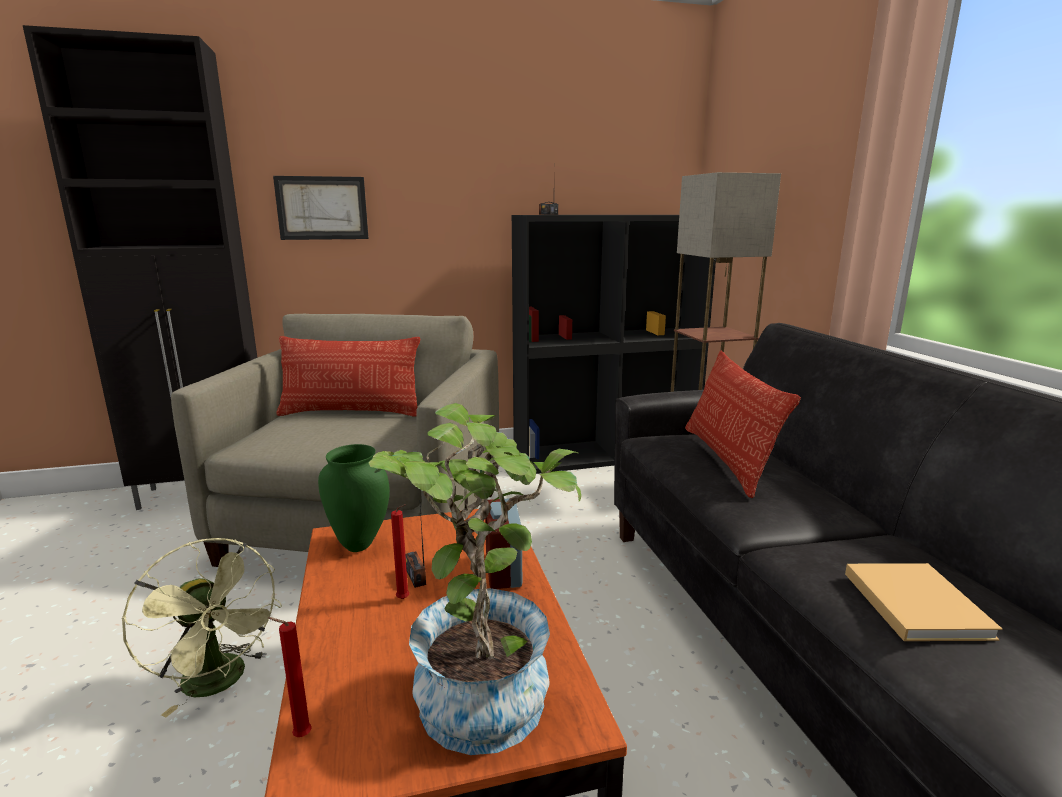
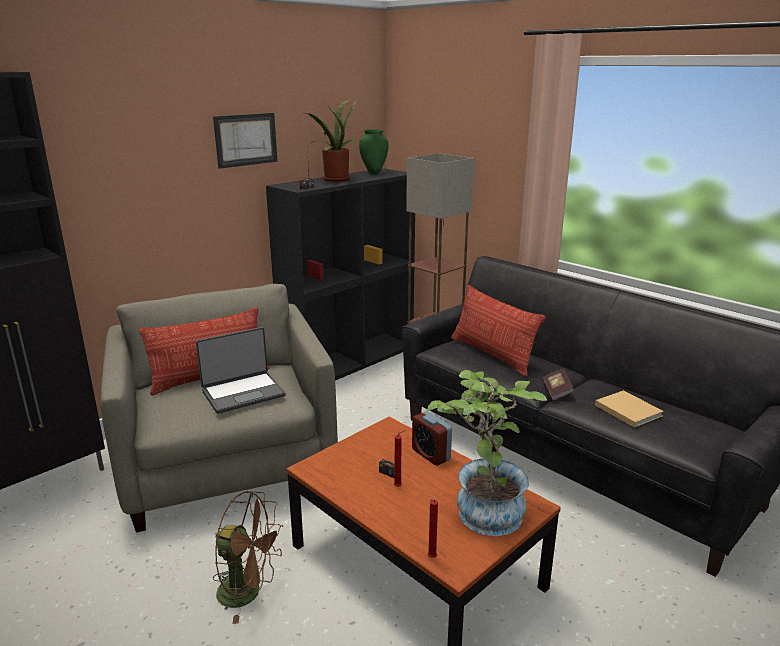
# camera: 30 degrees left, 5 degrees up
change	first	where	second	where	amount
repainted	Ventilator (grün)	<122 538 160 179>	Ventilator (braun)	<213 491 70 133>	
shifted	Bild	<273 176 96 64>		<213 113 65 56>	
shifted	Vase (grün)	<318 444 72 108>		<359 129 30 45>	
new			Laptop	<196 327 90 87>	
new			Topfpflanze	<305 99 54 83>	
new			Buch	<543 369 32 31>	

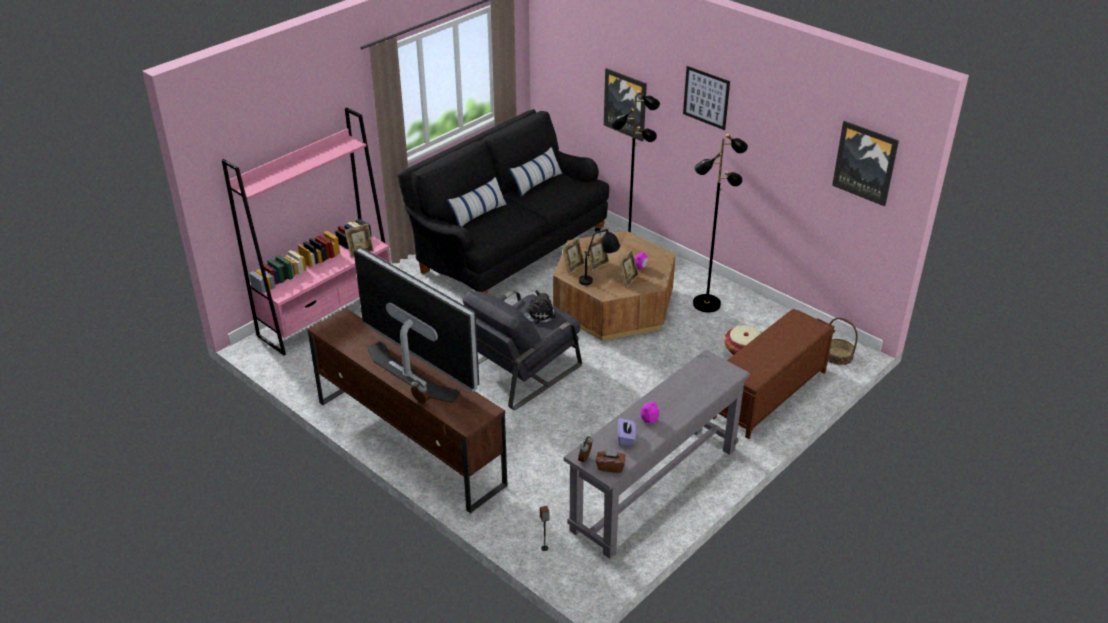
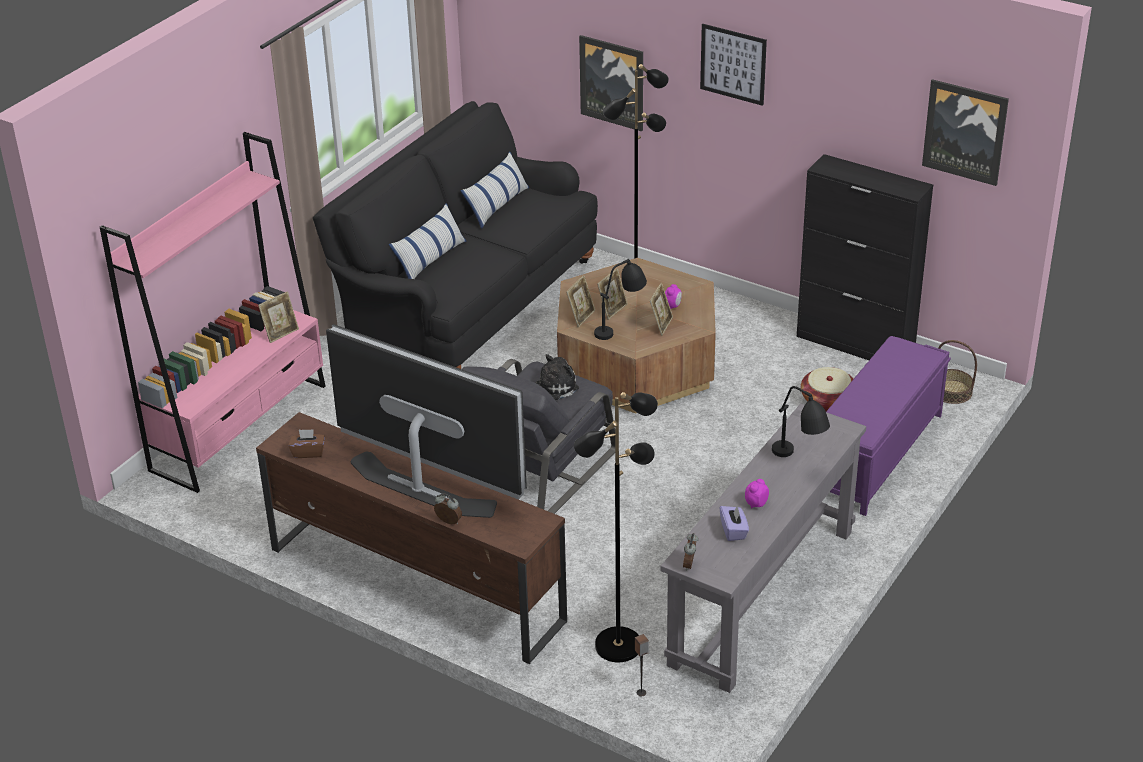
# camera: 10 degrees left, 0 degrees up
change	first	where	second	where	amount
shifted	Taschentuchbox (braun)	<596 448 30 25>		<289 429 36 29>	
shifted	Stehlampe (schwarz)	<693 134 55 178>		<574 392 84 270>	
repainted	Bank (braun)	<713 309 122 130>	Bank (lila)	<826 336 125 180>	
new			Tischlampe (schwarz)	<772 386 58 71>	
new			Schrank (schwarz)	<797 154 136 206>	

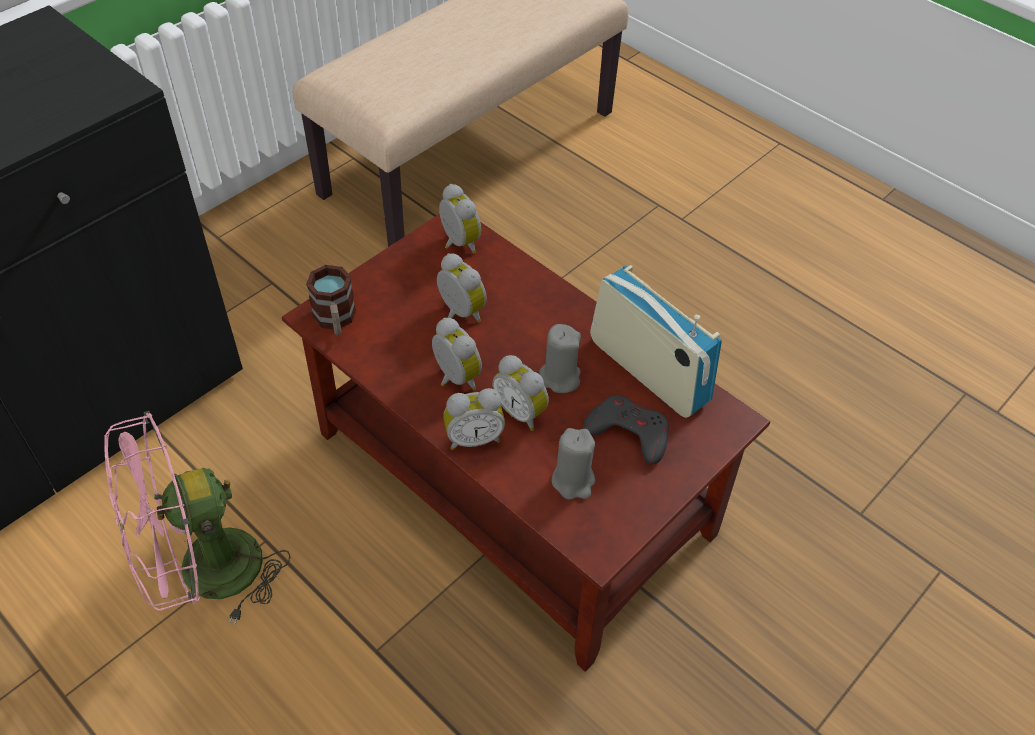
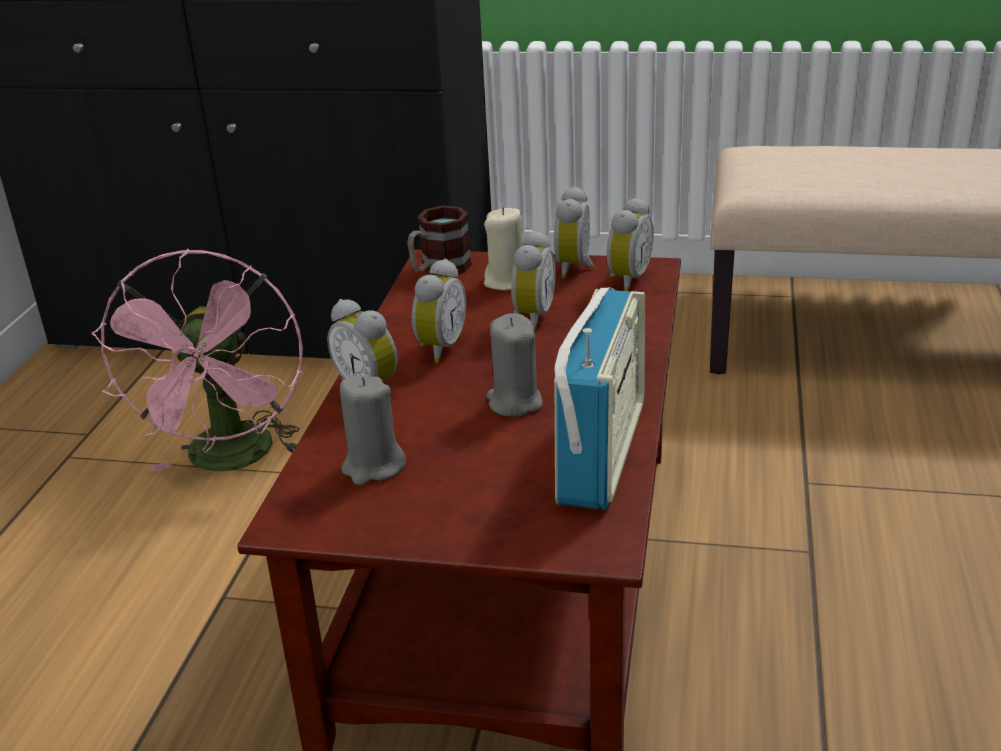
# camera: 60 degrees right, 20 degrees down
change	first	where	second	where	amount
rotated	Ventilator (rosa)	<104 411 187 214>		<92 249 211 223>	120 degrees counterclockwise
shifted	Wecker	<492 355 57 76>		<554 186 41 92>	
gone	Gamepad (grau)	<583 395 86 70>			
new			Kerze (beige)	<484 207 39 83>	

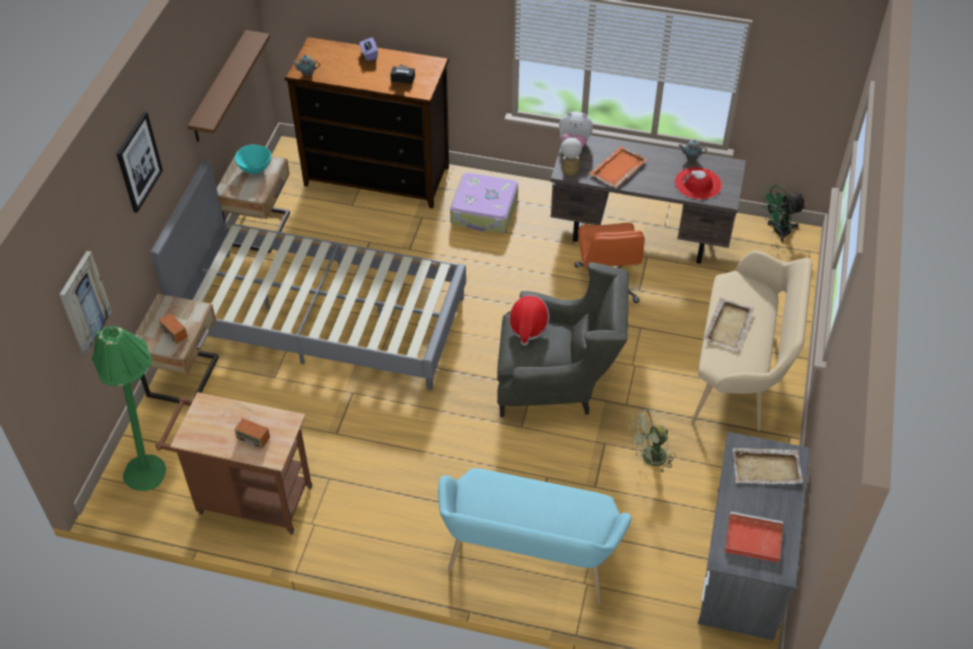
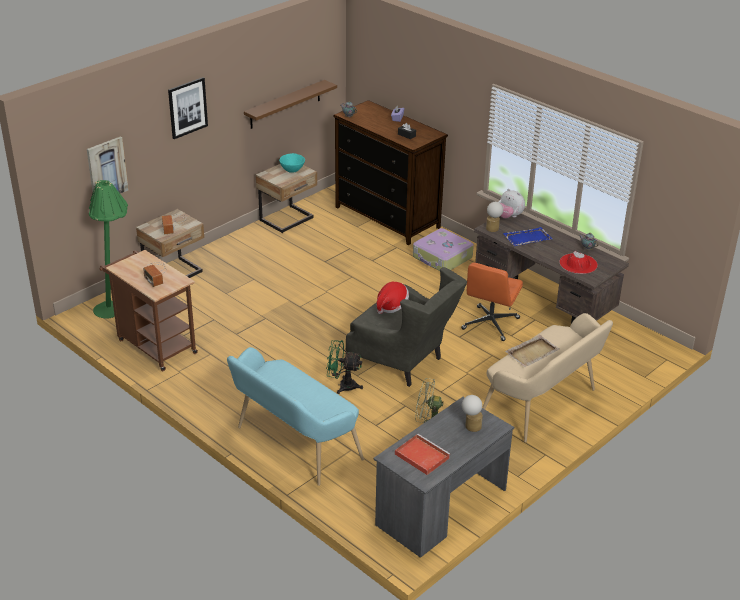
# camera: 30 degrees right, 15 degrees down
change	first	where	second	where	amount
gone	Bett (grau)	<150 161 316 229>			
repainted	Tablett (orange)	<589 146 58 42>	Tablett (blau)	<503 227 49 19>	
swapped	Tablett (beige)	<732 448 71 36>	Tischlampe	<462 395 21 37>	
shifted	Ventilator (grün)	<761 185 45 57>		<326 340 37 54>	

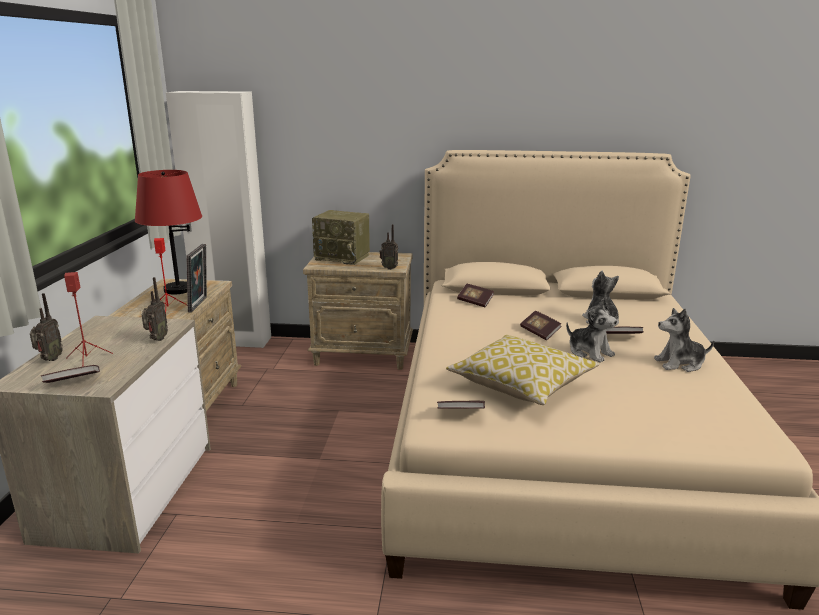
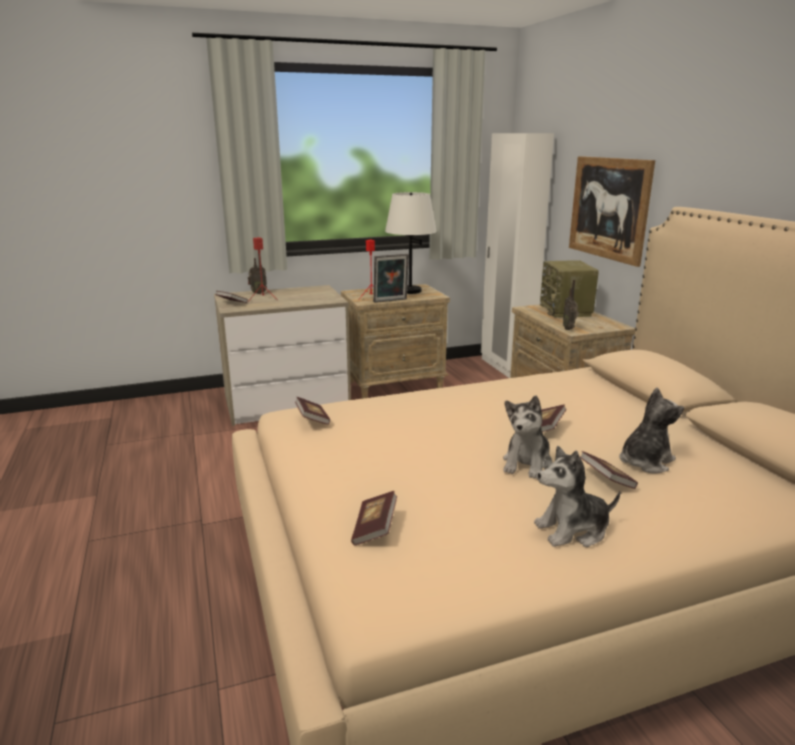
# camera: 65 degrees right, 0 degrees up
change	first	where	second	where	amount
repainted	Tischlampe (rot)	<135 170 67 125>	Tischlampe (weiß)	<385 192 52 102>	
gone	Radio	<142 277 26 64>			
gone	Kissen	<446 335 154 70>			
shifted	Buch	<457 284 37 23>		<351 491 46 54>	
rotated	Plüschtier	<654 308 60 64>		<534 446 86 101>	75 degrees counterclockwise
new			Bild	<569 156 86 111>	

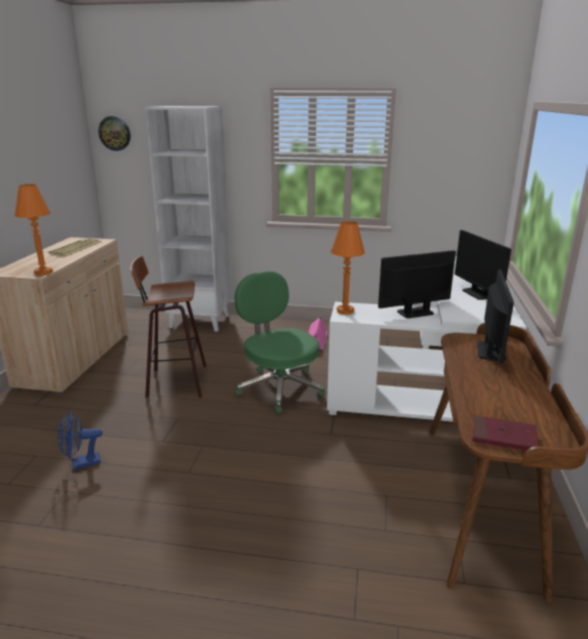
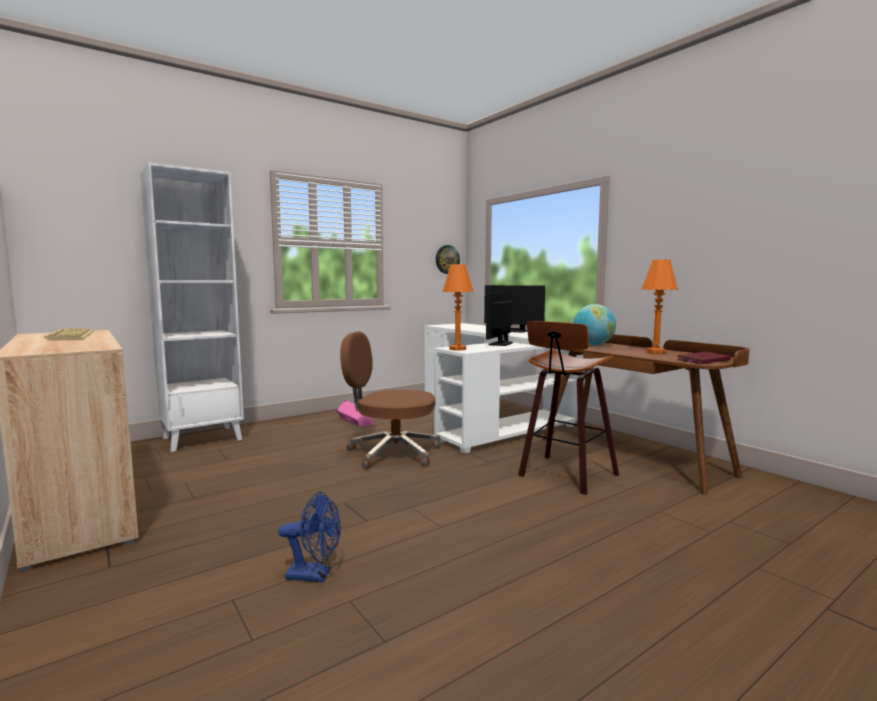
# camera: 45 degrees left, 15 degrees down
change	first	where	second	where	amount
shifted	Tischlampe (orange)	<15 184 38 91>		<642 259 37 95>	
rotated	Ventilator (blau)	<57 412 46 58>		<278 492 62 90>	105 degrees counterclockwise
shifted	Wanduhr	<98 116 32 35>		<436 245 24 29>	
shifted	Hocker	<130 256 76 142>		<518 321 101 174>	
repainted	Bürostuhl (grün)	<235 271 90 142>	Bürostuhl (braun)	<340 331 101 138>	
swapped	Monitor	<477 270 37 93>	Globus	<573 304 43 41>	

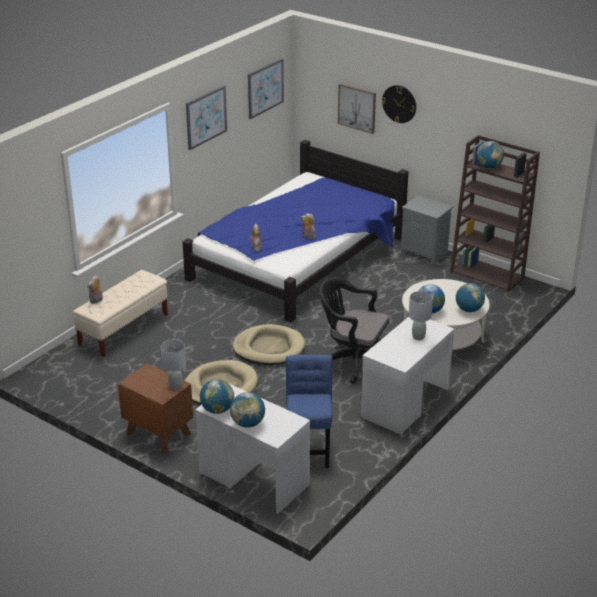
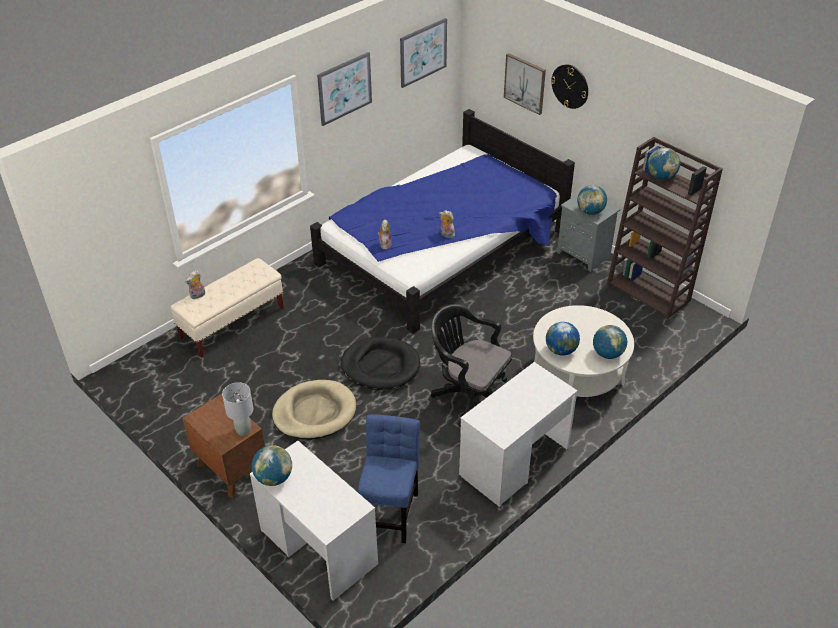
# camera: 10 degrees right, 10 degrees up
change	first	where	second	where	amount
shifted	Globus	<230 392 35 36>		<577 185 30 30>	
repainted	Hundebett (beige)	<233 324 72 41>	Hundebett (schwarz)	<340 336 80 54>	
gone	Tischlampe (grau)	<409 291 24 49>			

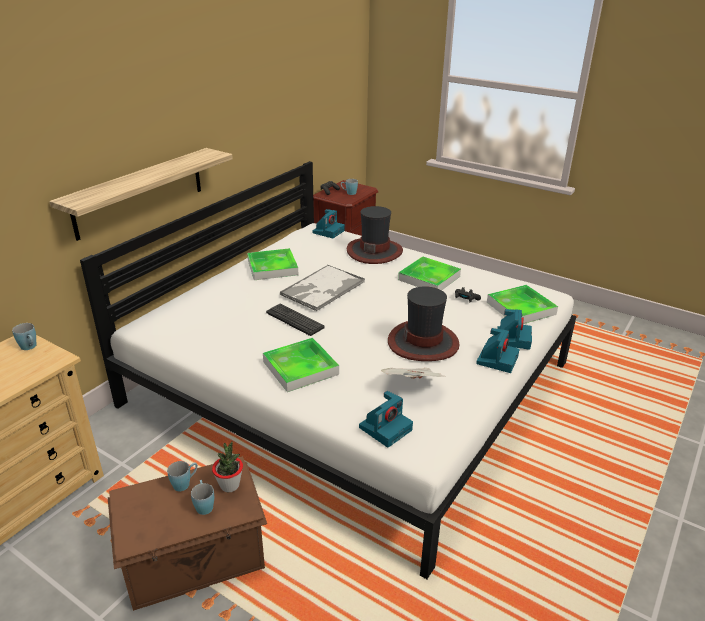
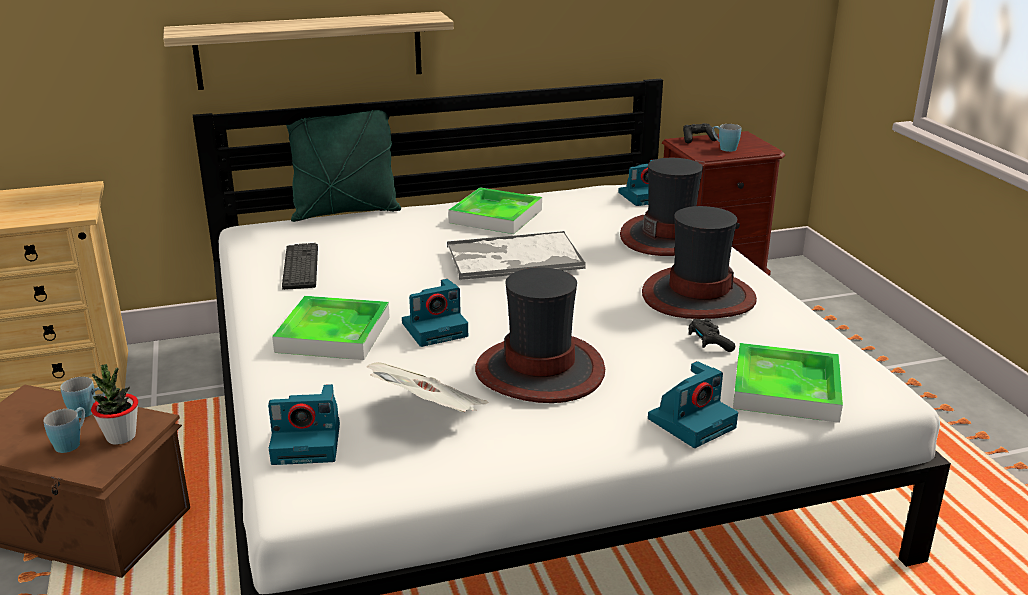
# camera: 40 degrees right, 5 degrees down
change	first	where	second	where	amount
gone	Henkelbecher (blau)	<12 323 24 27>			
shifted	Tastatur	<266 303 59 33>		<282 243 36 47>	
swapped	Tablett	<398 257 63 33>	Hut	<642 206 115 113>	
shifted	Kamera	<476 328 44 45>		<402 279 66 68>	
new			Kissen (grün)	<286 110 115 112>	

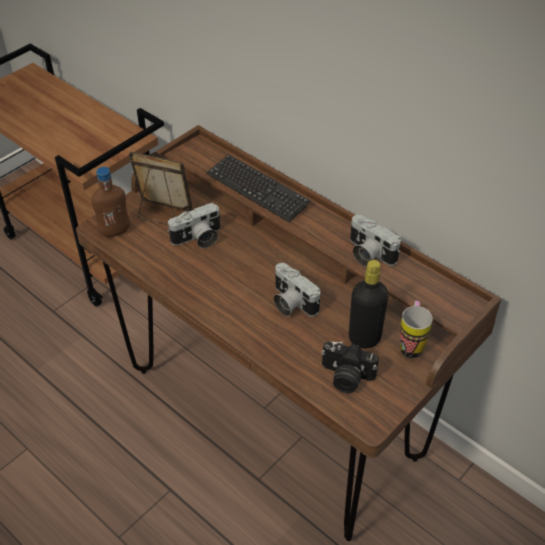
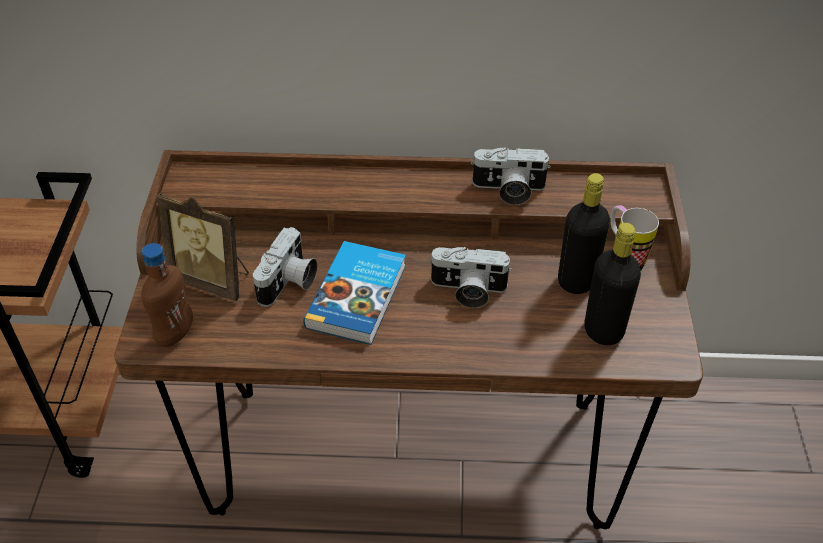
# camera: 40 degrees left, 0 degrees up
change	first	where	second	where	amount
rotated	Bilderrahmen	<129 151 64 74>		<157 193 92 108>	135 degrees counterclockwise
gone	Tastatur	<206 154 105 68>			
swapped	Kamera	<321 341 58 52>	Flasche (schwarz)	<585 222 56 123>	
new			Buch	<303 241 103 104>	

